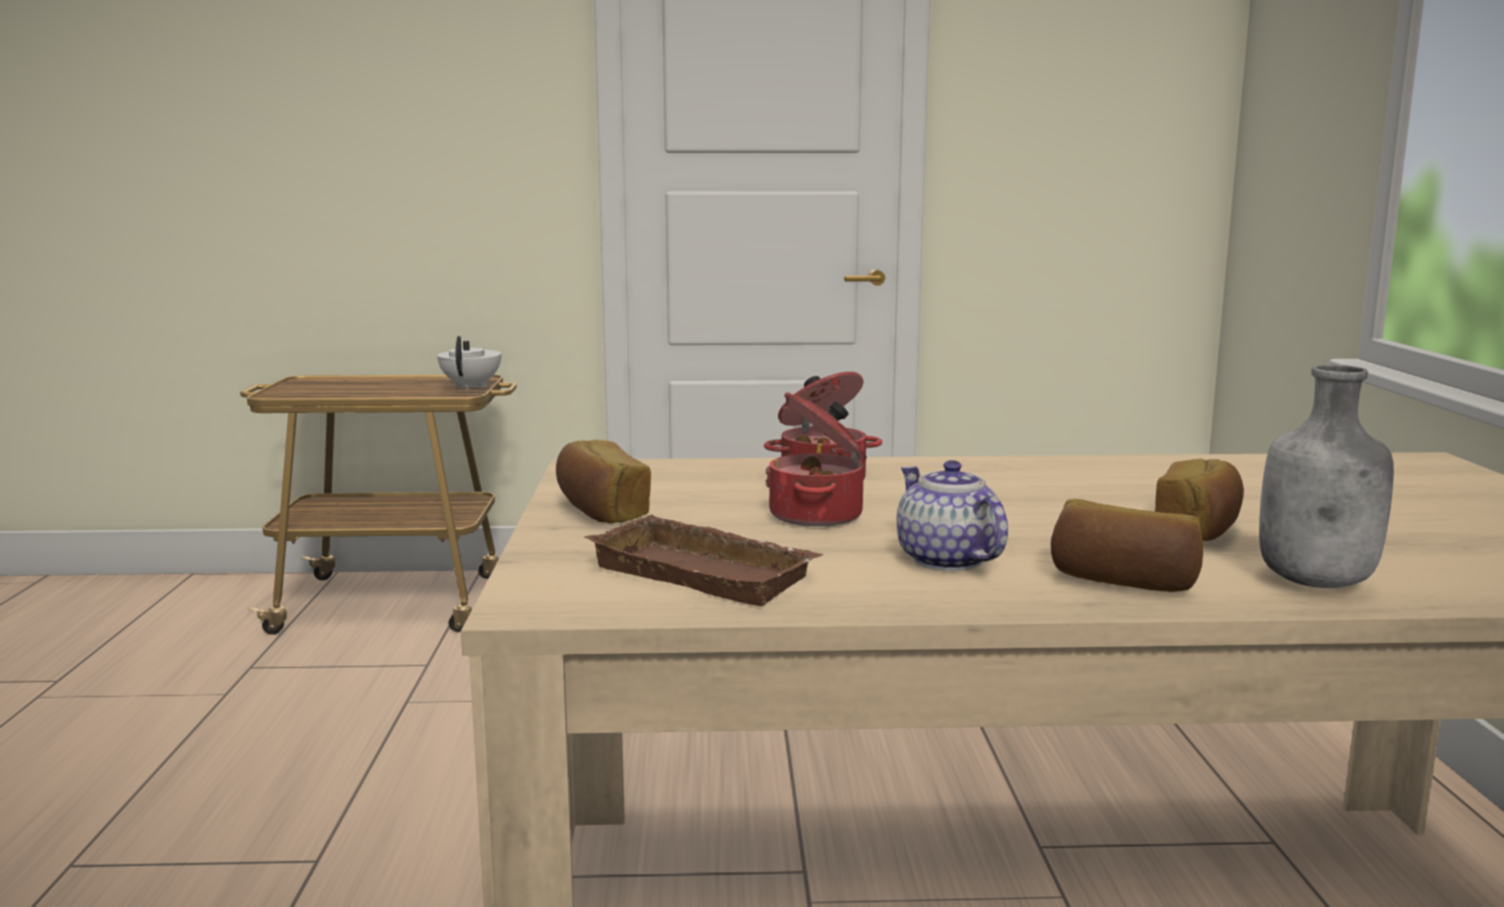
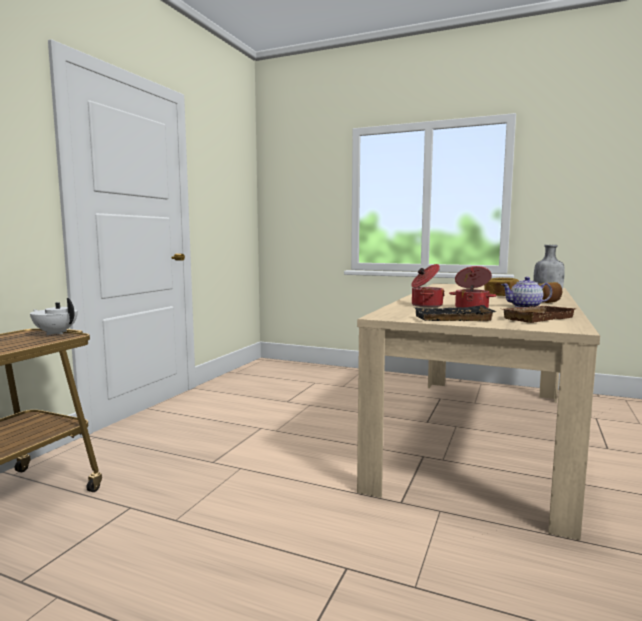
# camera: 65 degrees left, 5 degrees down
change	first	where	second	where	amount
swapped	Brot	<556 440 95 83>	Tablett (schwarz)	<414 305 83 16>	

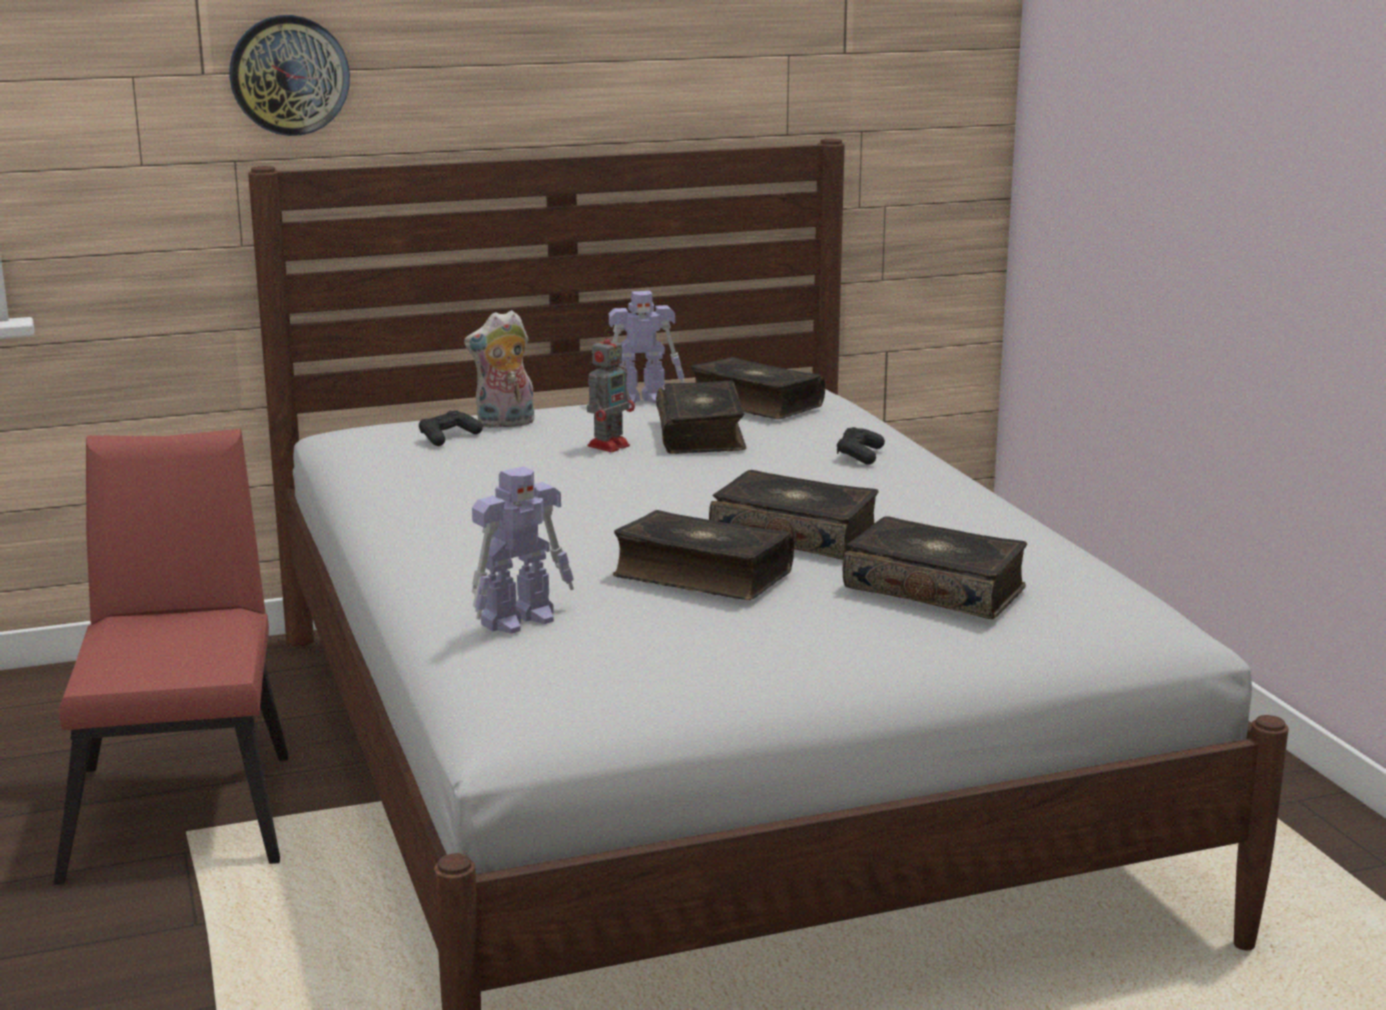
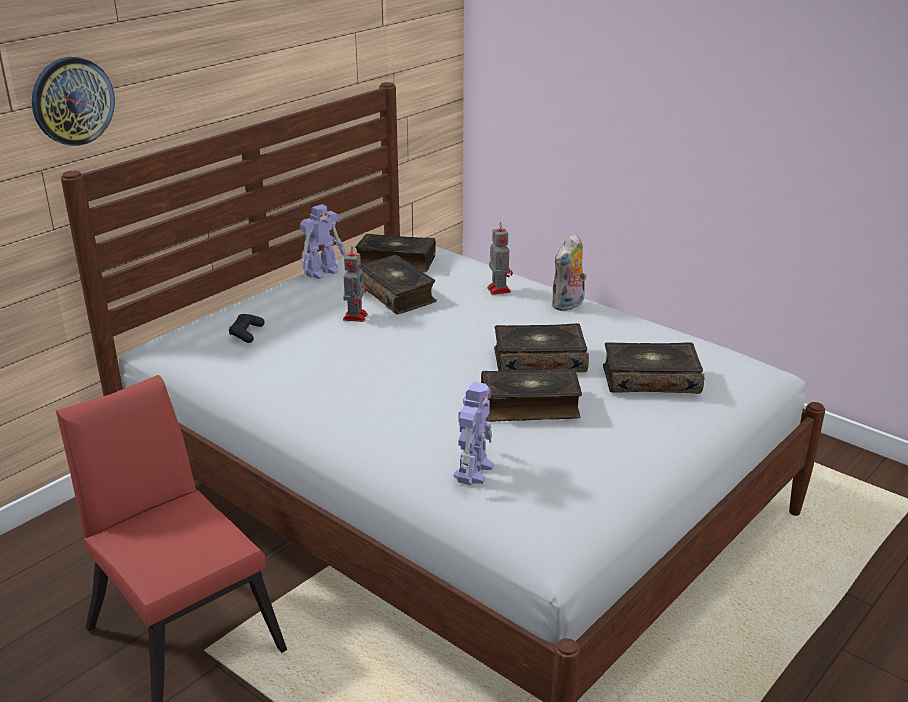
# camera: 30 degrees left, 10 degrees up
change	first	where	second	where	amount
shifted	Plüschtier	<464 310 71 118>		<551 233 36 78>	
swapped	Gamepad (schwarz)	<837 427 48 38>	Spielzeugroboter	<487 222 26 73>	

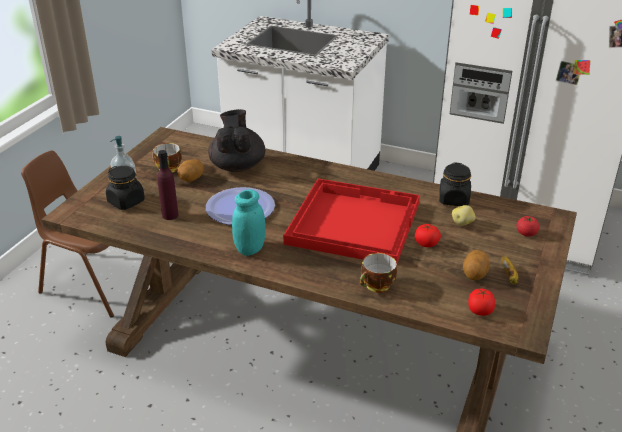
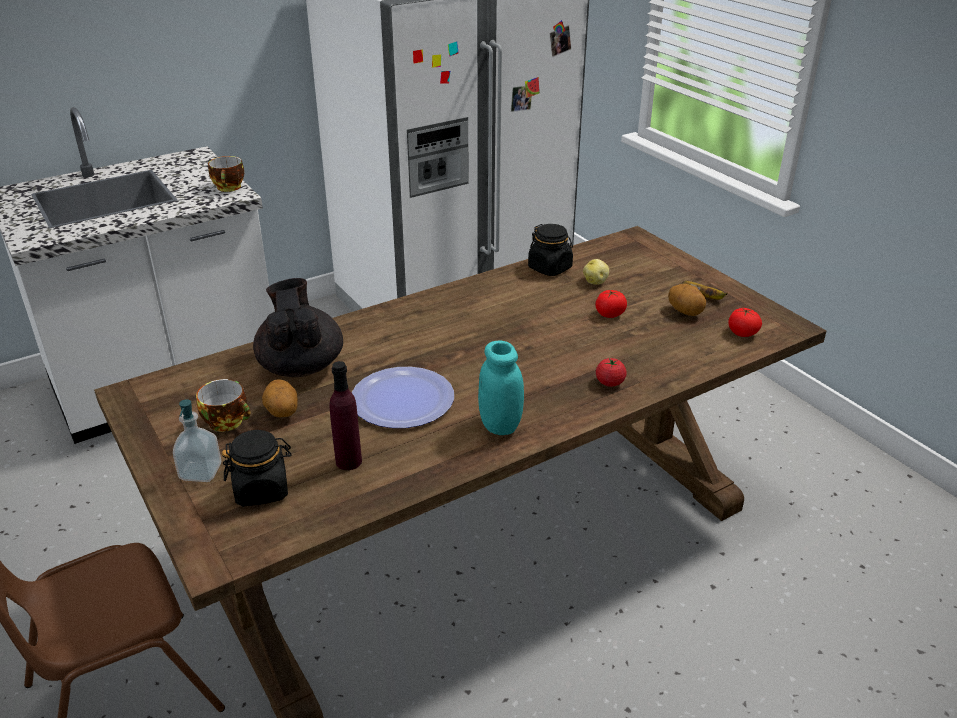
# camera: 55 degrees left, 0 degrees up
change	first	where	second	where	amount
rotated	Teekanne (schwarz)	<208 109 57 63>		<253 278 90 99>	45 degrees clockwise
gone	Tablett (rot)	<283 179 137 84>			
shifted	Tasse	<360 253 37 39>		<208 156 36 36>	
shifted	Tomate	<517 216 22 21>		<596 358 31 29>	

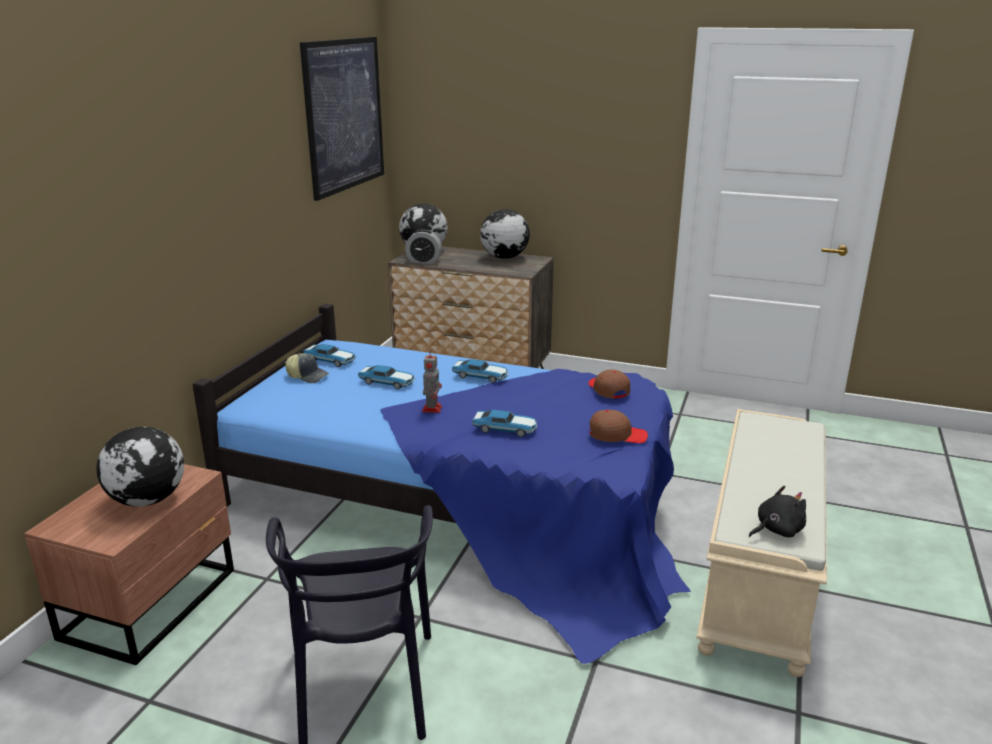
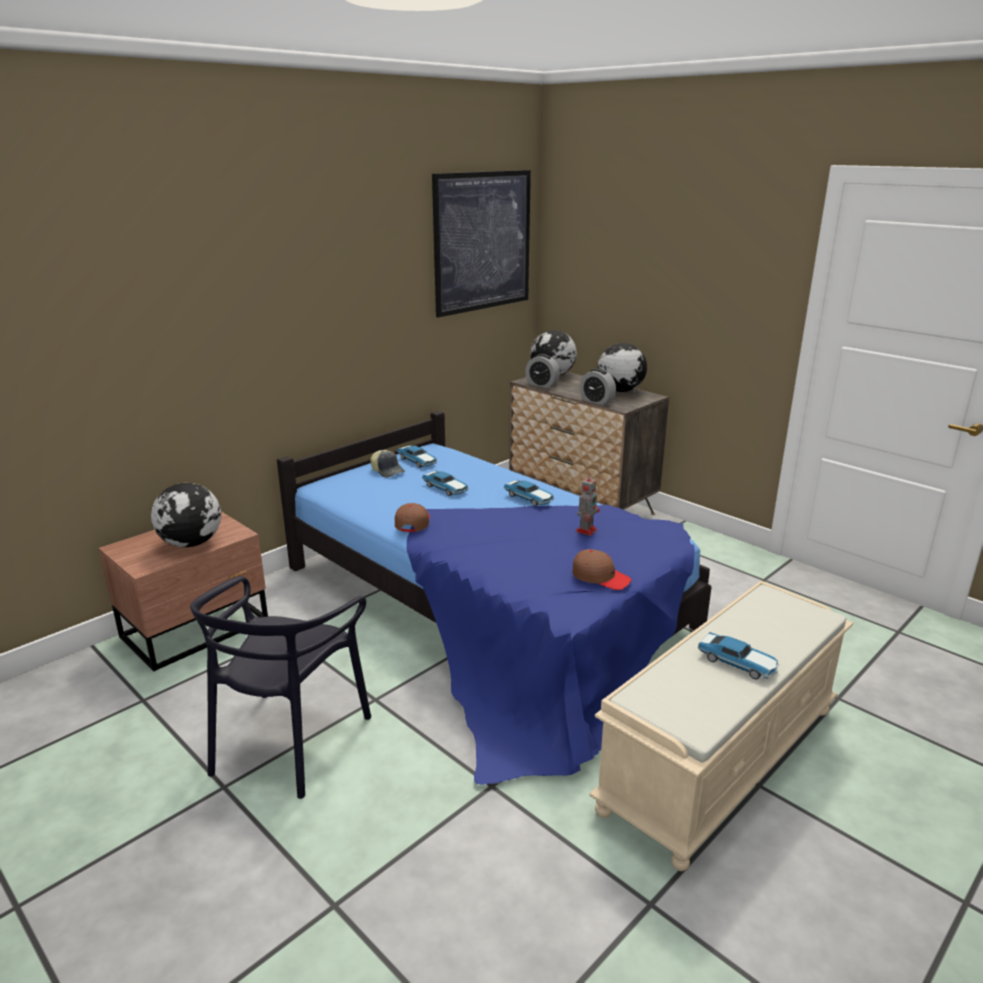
# camera: 25 degrees right, 0 degrees up
change	first	where	second	where	amount
shifted	Spielzeugroboter	<422 350 20 63>		<576 473 24 63>	
shifted	Spielzeugauto	<472 410 65 27>		<698 632 81 48>	
shifted	Kappe (braun)	<588 369 42 30>		<395 503 35 29>	
gone	Plüschtier (schwarz)	<749 486 57 52>			
new			Wecker	<580 368 36 37>	

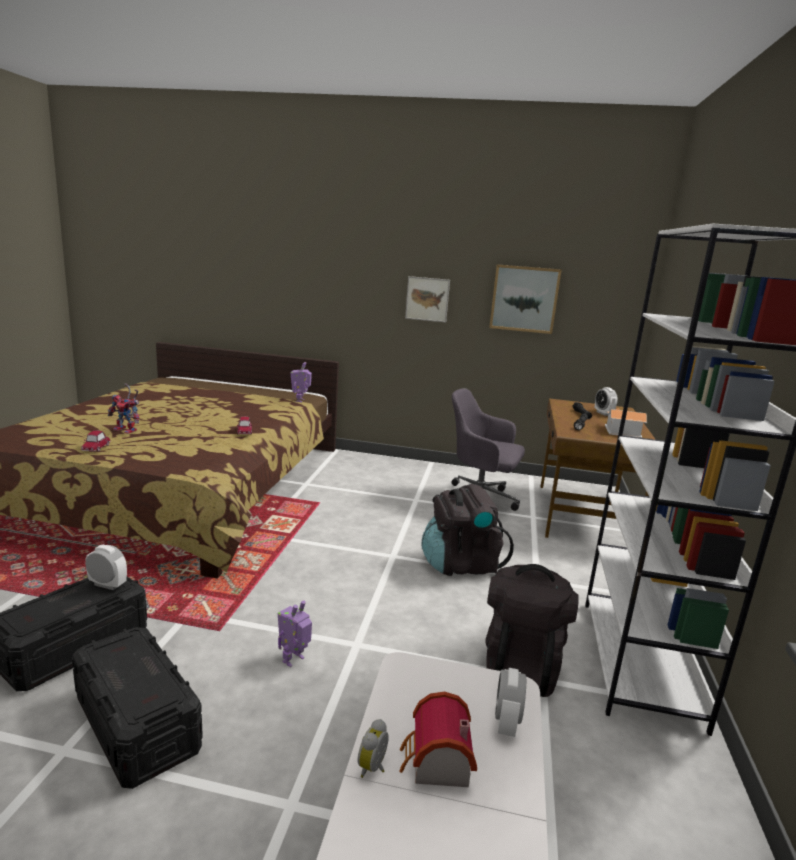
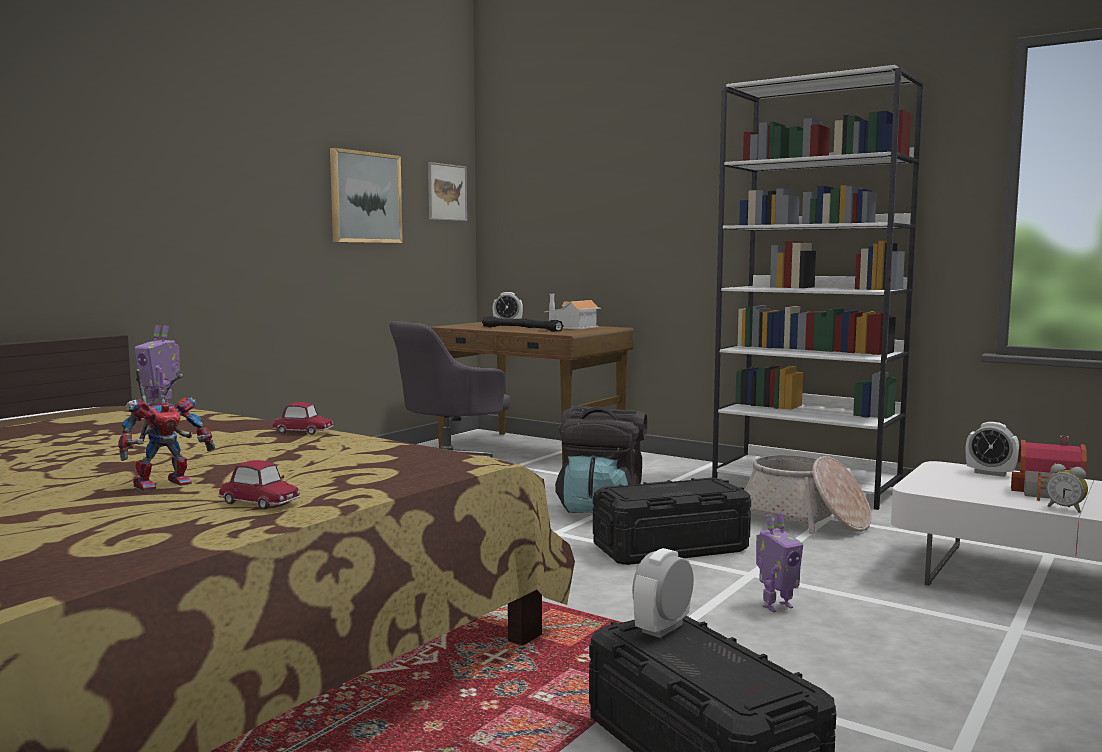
# camera: 65 degrees left, 10 degrees down
change	first	where	second	where	amount
shifted	Aufbewahrungsbox (schwarz)	<72 627 131 162>		<593 478 158 87>	
rotated	Spielzeugroboter	<278 600 34 67>		<756 513 47 99>	90 degrees counterclockwise
shifted	Bild	<405 276 45 46>		<428 162 39 59>	
swapped	Rucksack (schwarz)	<485 564 94 133>	Korb	<745 455 127 79>	

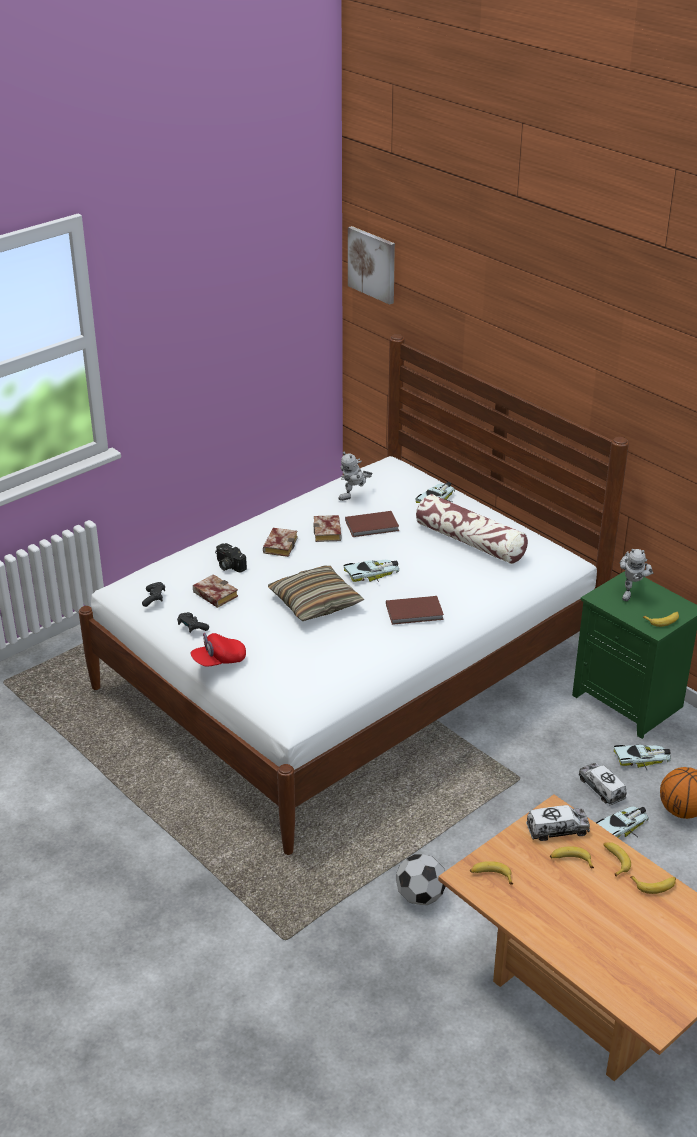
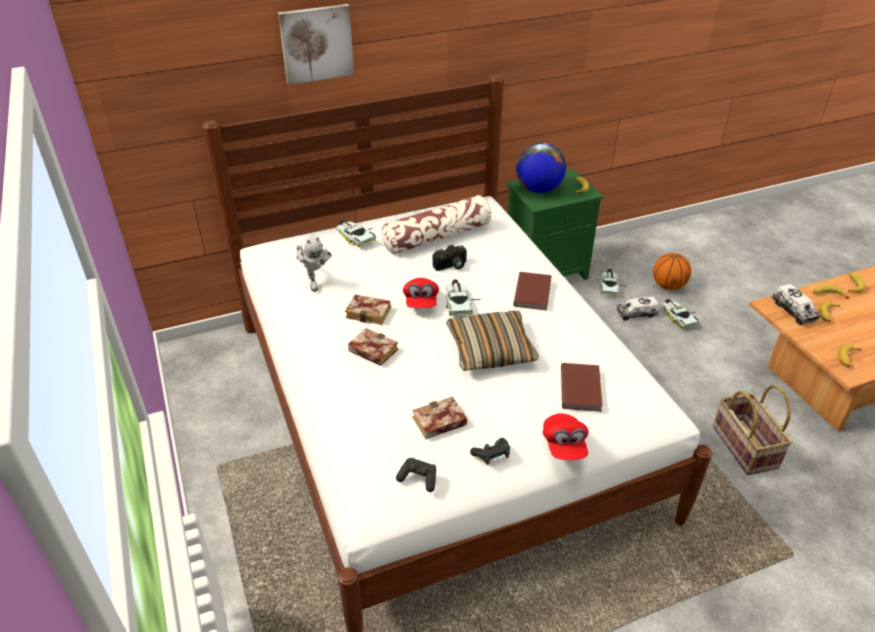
# camera: 70 degrees left, 5 degrees up
change	first	where	second	where	amount
shifted	Kamera	<215 543 32 30>		<433 245 34 26>	
shifted	Buch (braun)	<345 511 54 26>		<561 363 42 49>	
shifted	Bild	<348 226 47 79>		<278 4 76 81>	
swapped	Fußball	<396 854 50 51>	Korb	<713 385 79 90>	
rotated	Spielzeuglaster	<526 805 64 36>		<772 283 48 42>	150 degrees clockwise
swapped	Spielzeugroboter	<619 549 34 52>	Globus	<516 143 50 50>	
new			Kappe (rot)	<403 278 36 30>	

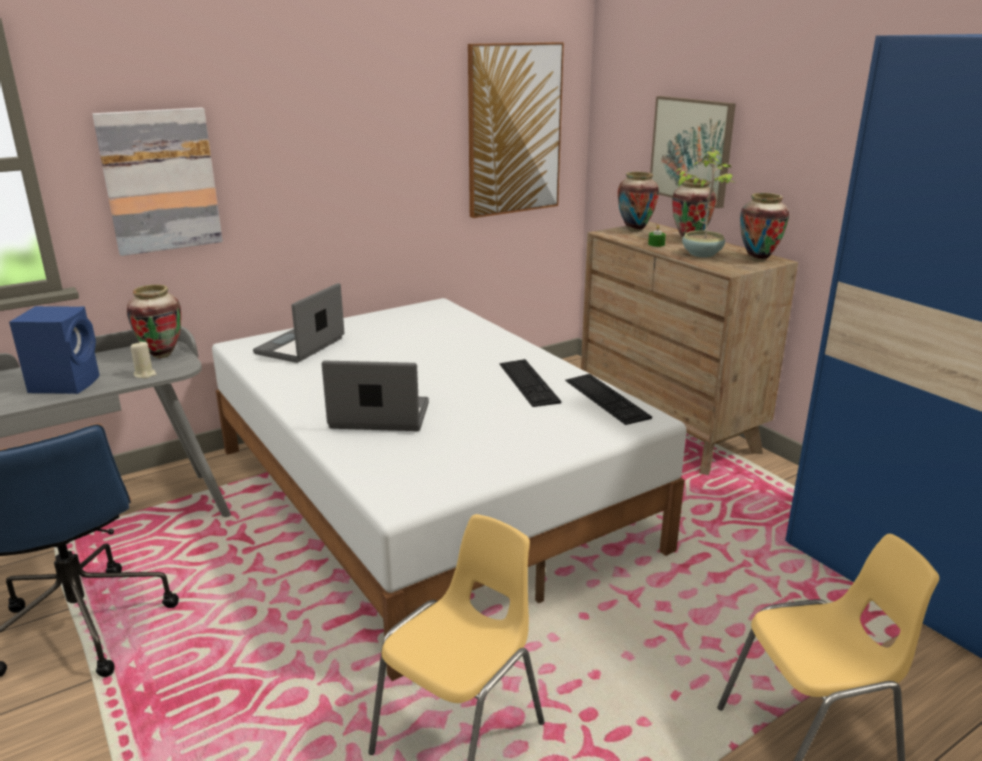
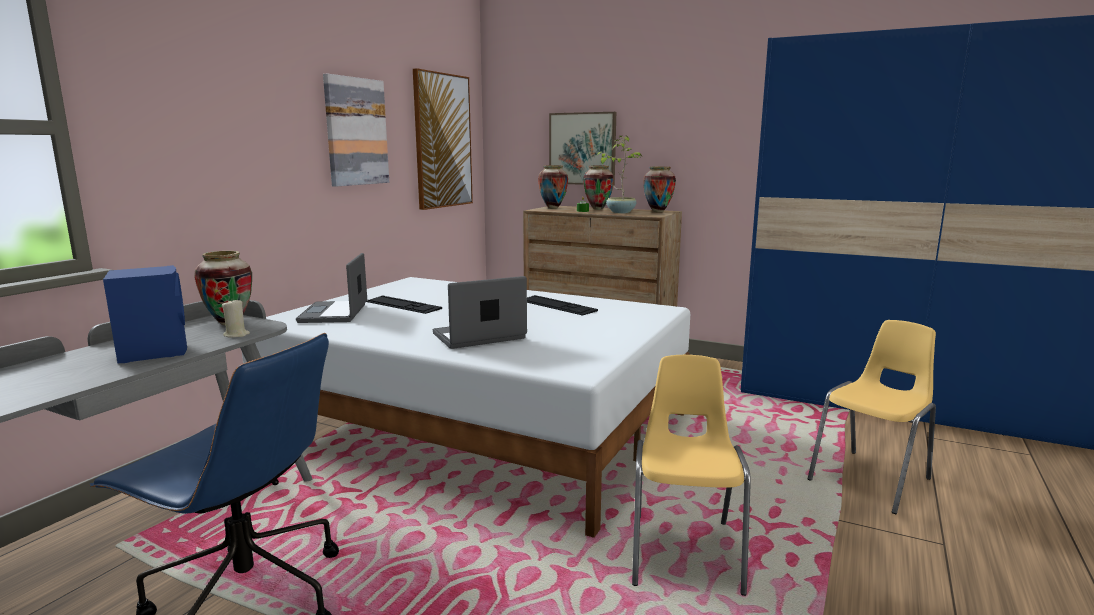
# camera: 30 degrees left, 10 degrees down
change	first	where	second	where	amount
shifted	Bild	<93 108 130 148>		<323 74 66 113>	
shifted	Tastatur	<565 374 87 51>		<367 295 75 19>	

